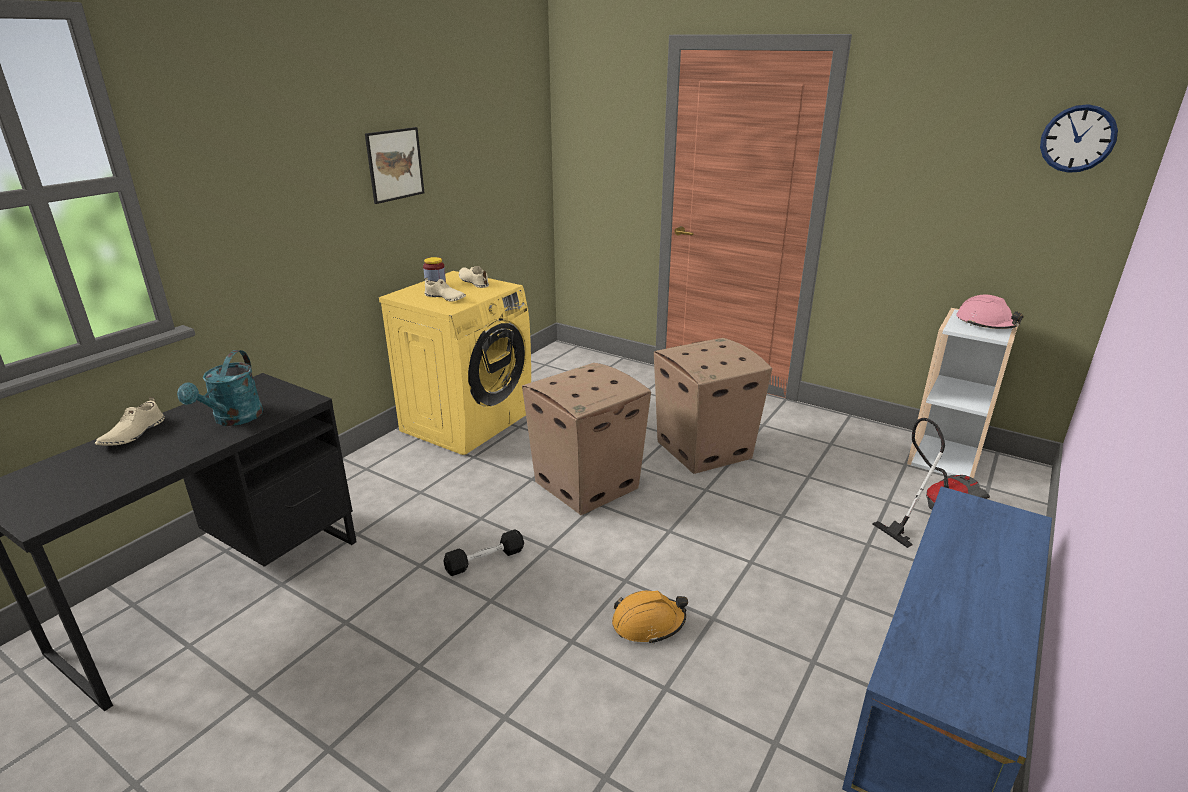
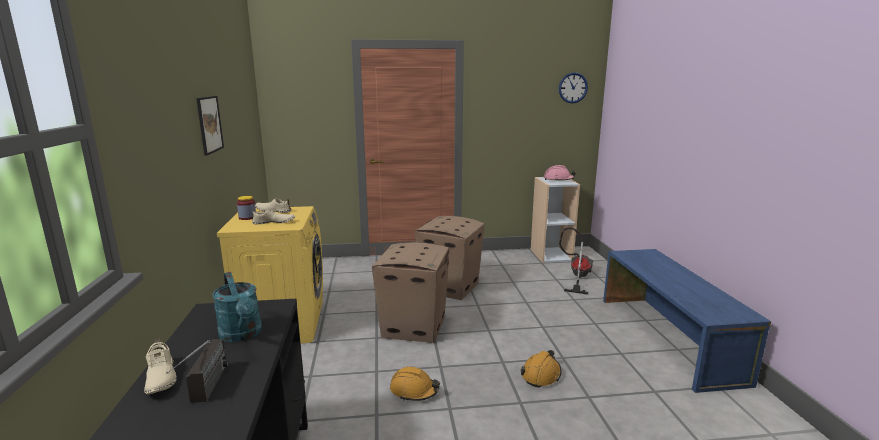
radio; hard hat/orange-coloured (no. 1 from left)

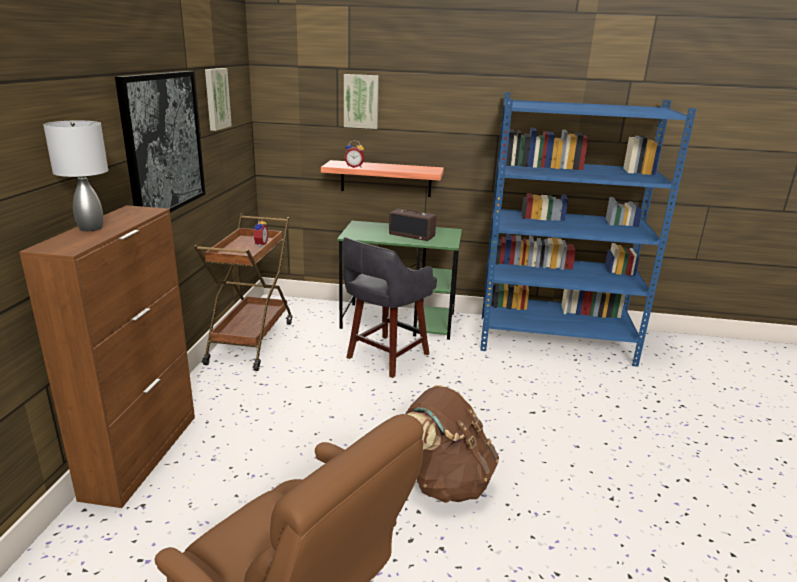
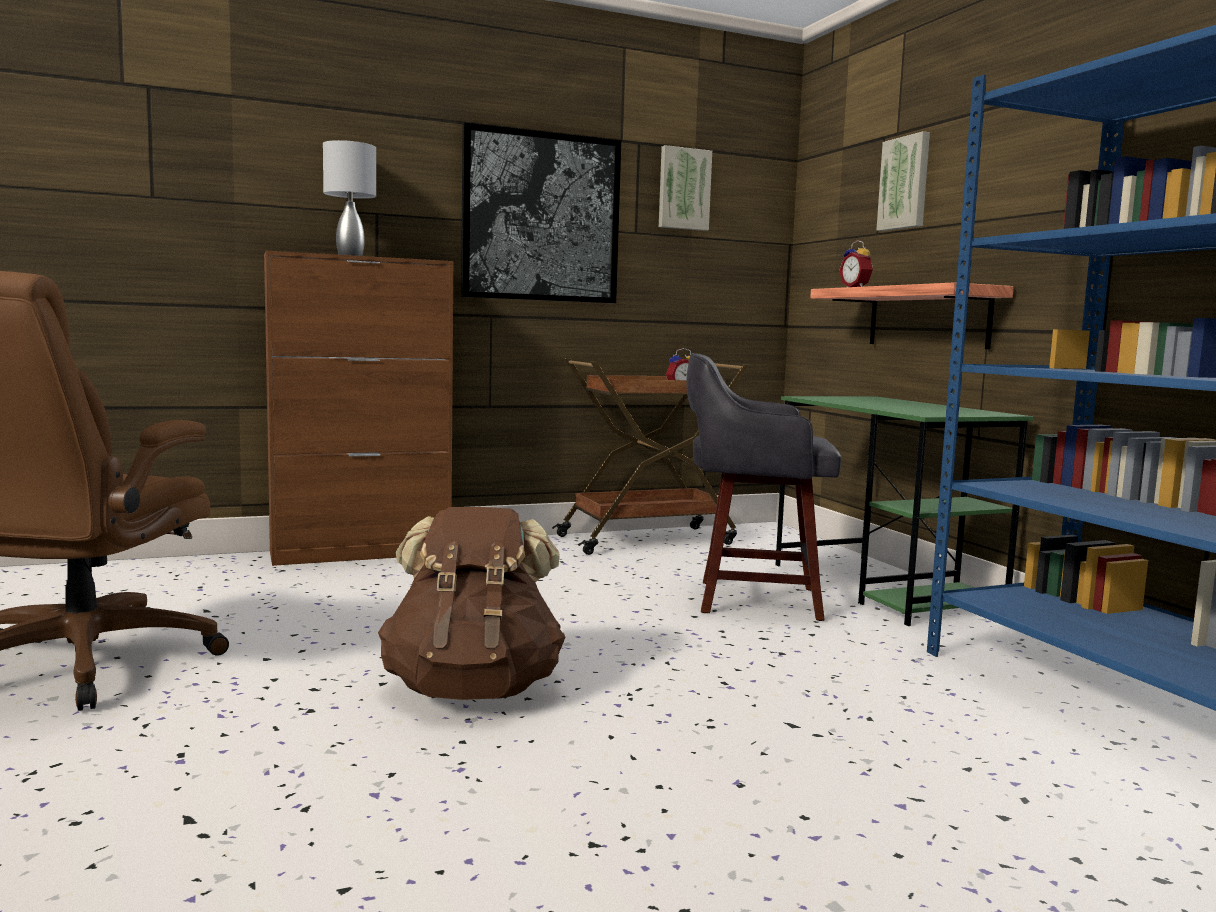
radio

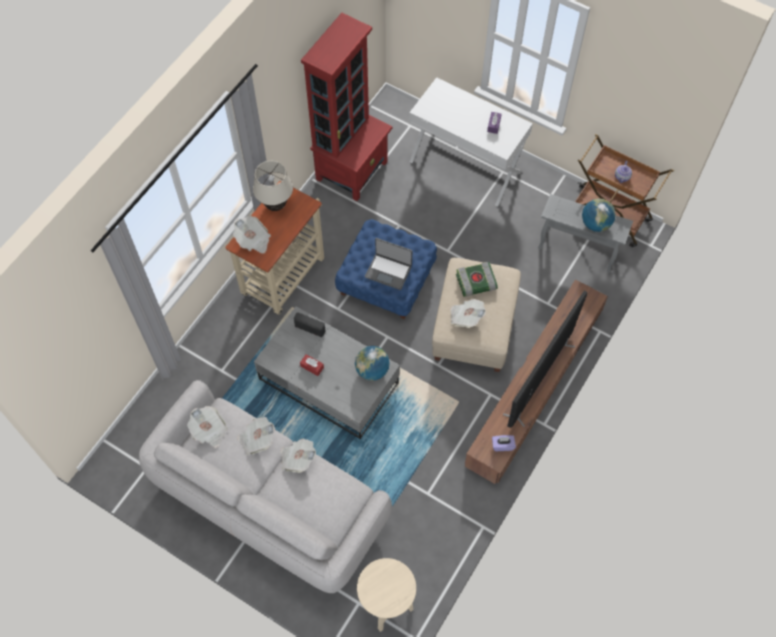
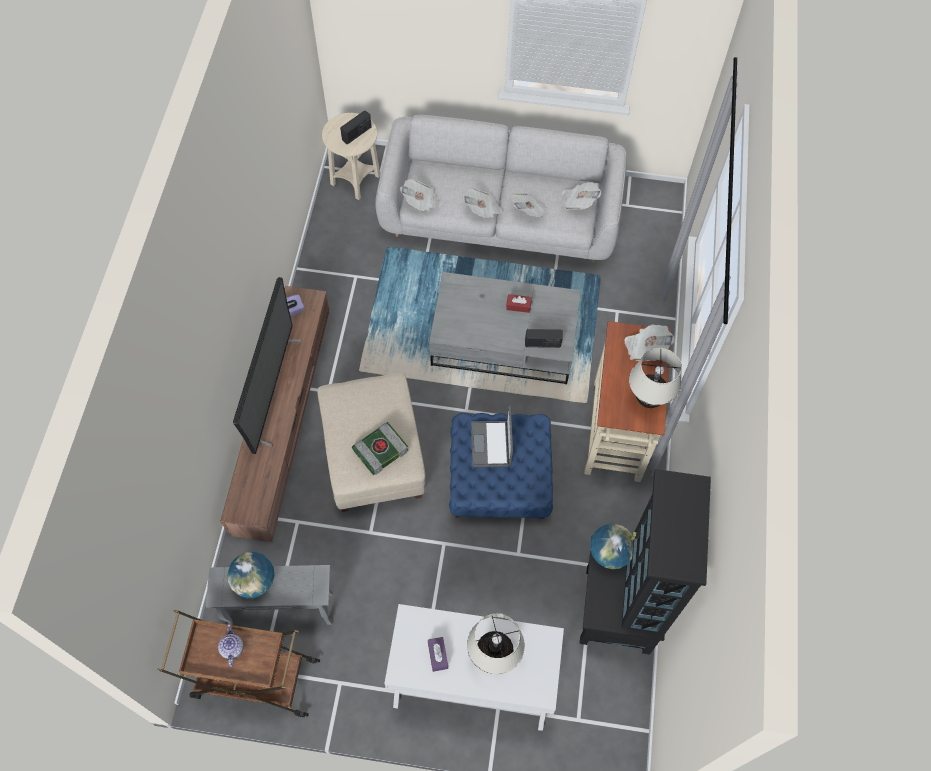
radio (no. 1 from left); table lamp/beige-coloured (no. 1 from left); globe (no. 2 from left); newspaper (no. 1 from left); storage cabinet/black-coloured; notebook computer

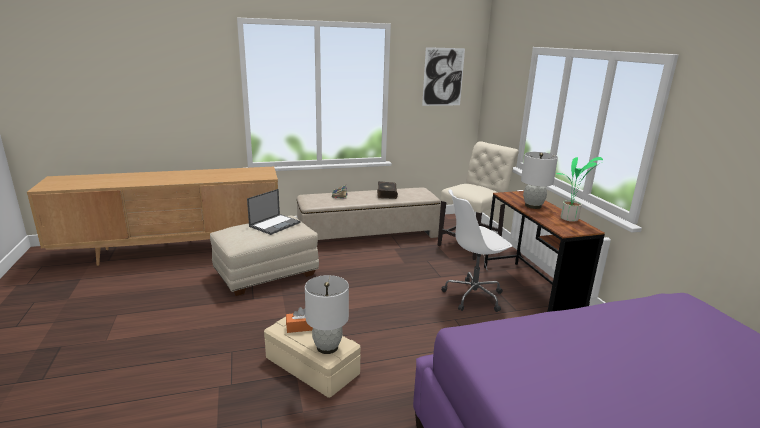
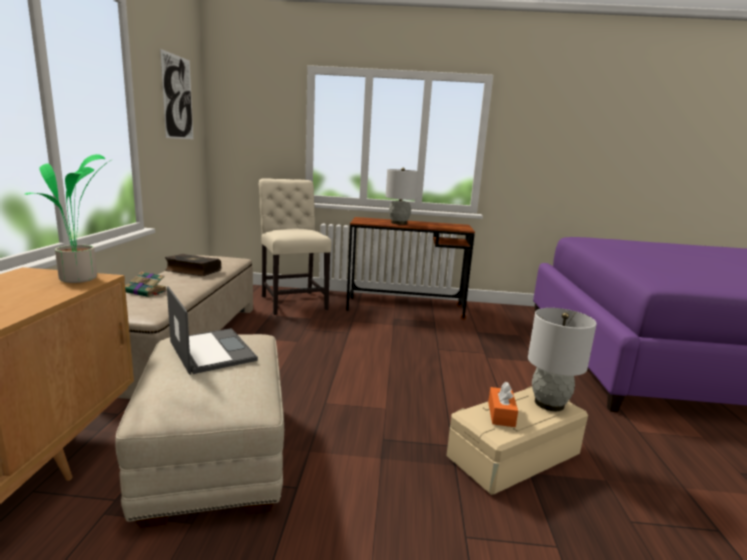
computer chair/whitish; plant in a pot

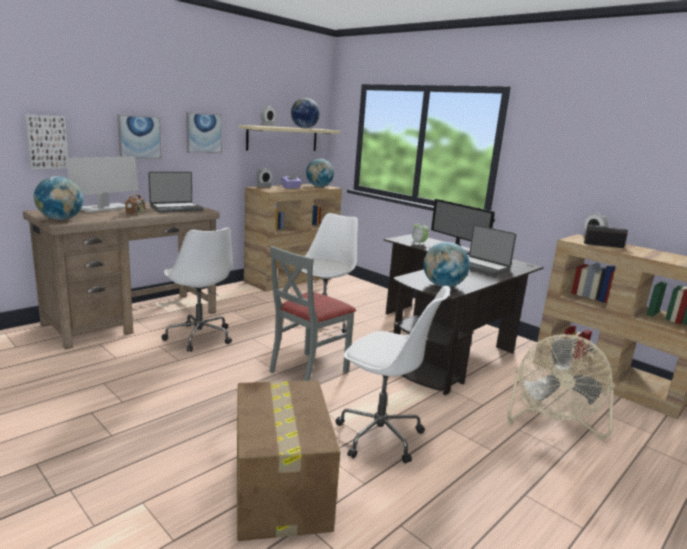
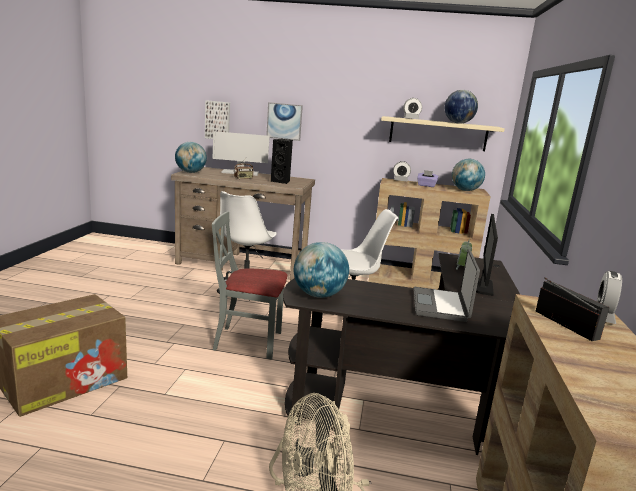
picture (no. 3 from left in the first image); computer chair/whitish (no. 3 from left in the first image); speaker/black-coloured

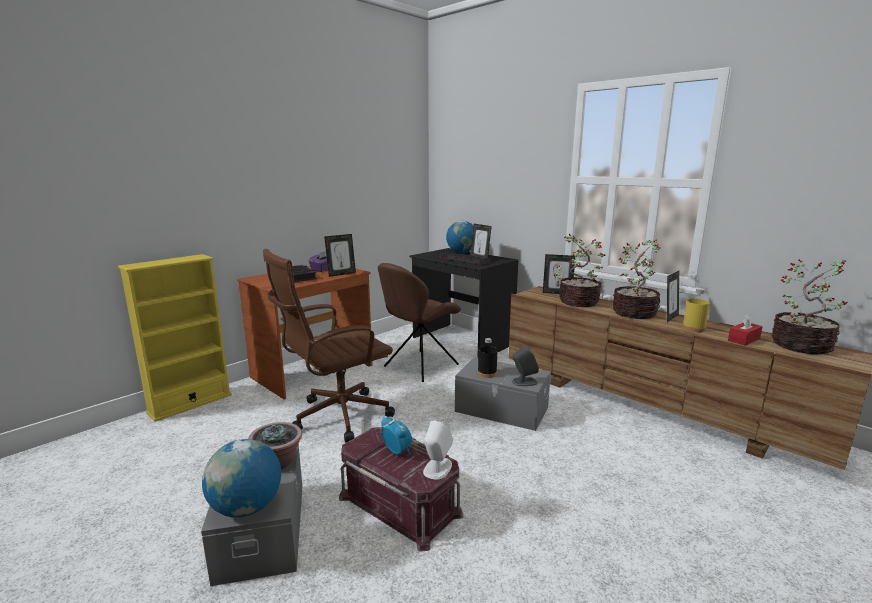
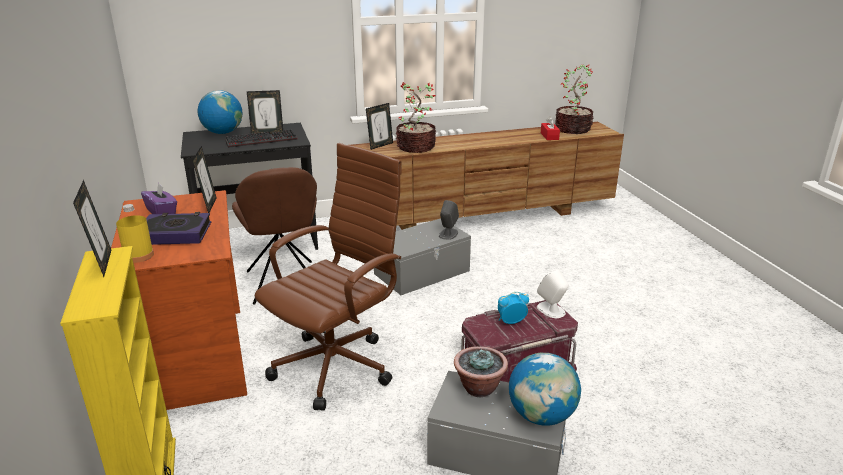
beverage bottle/black-coloured; plant in a pot (no. 3 from left in the first image); photo frame (no. 1 from left); beverage bottle/yellow-coloured; computer chair/brown-coloured

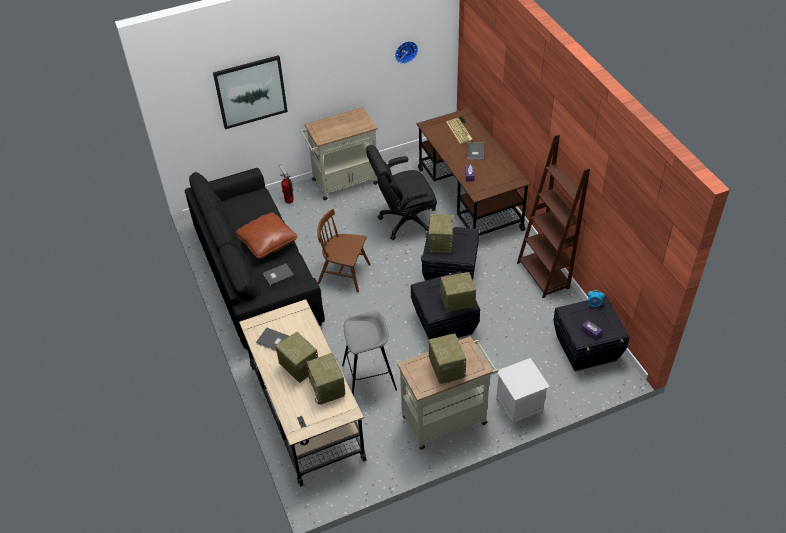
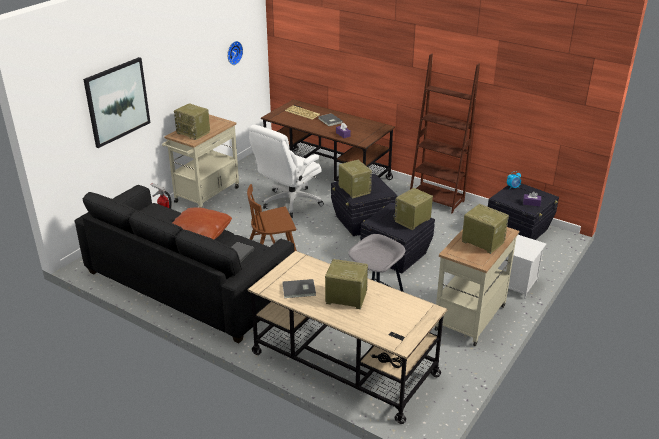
radio (no. 1 from left); computer chair/whitish

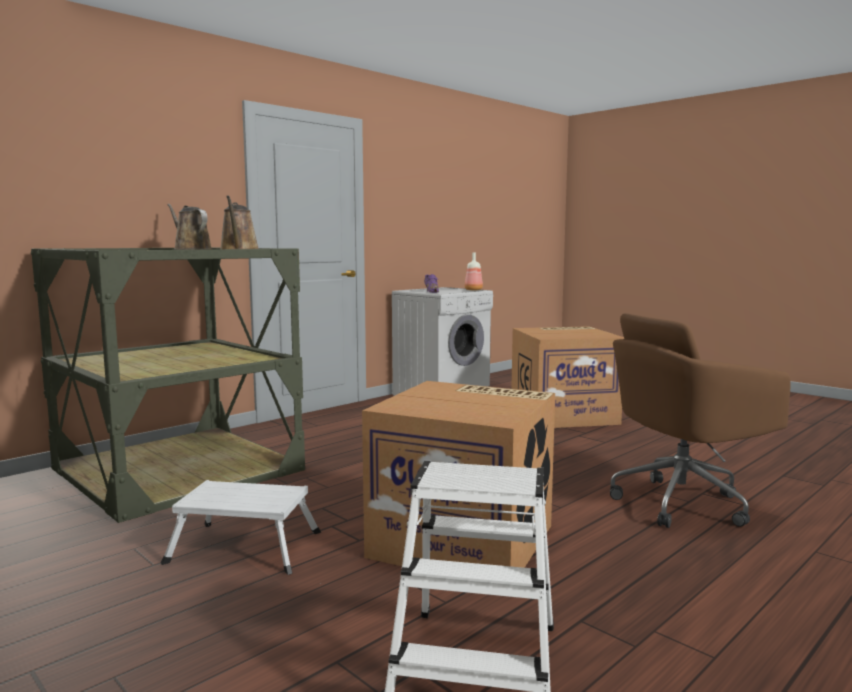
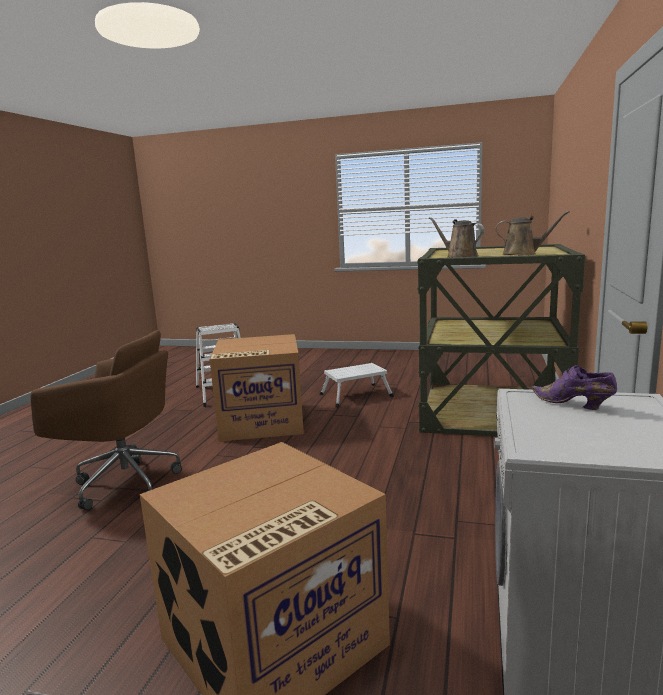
beverage bottle; computer chair/brown-coloured

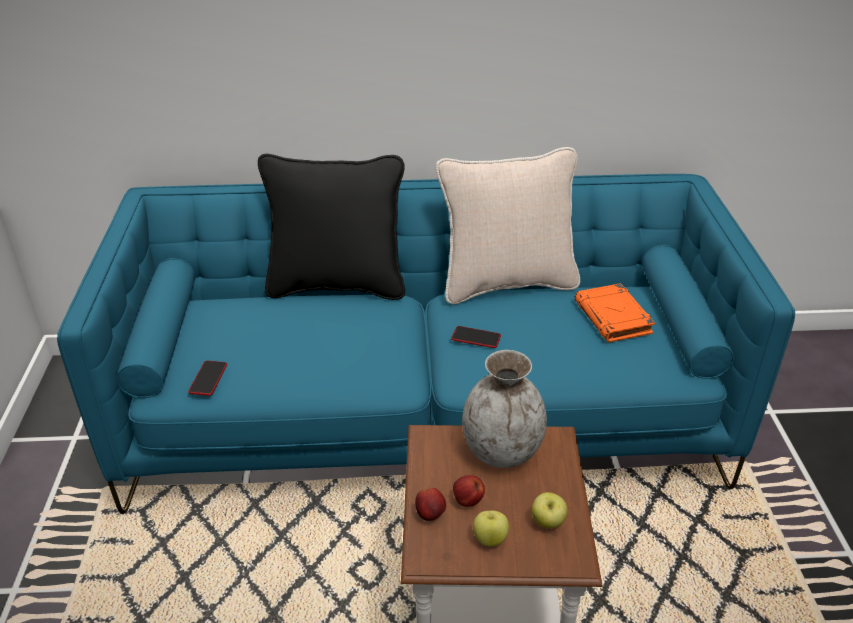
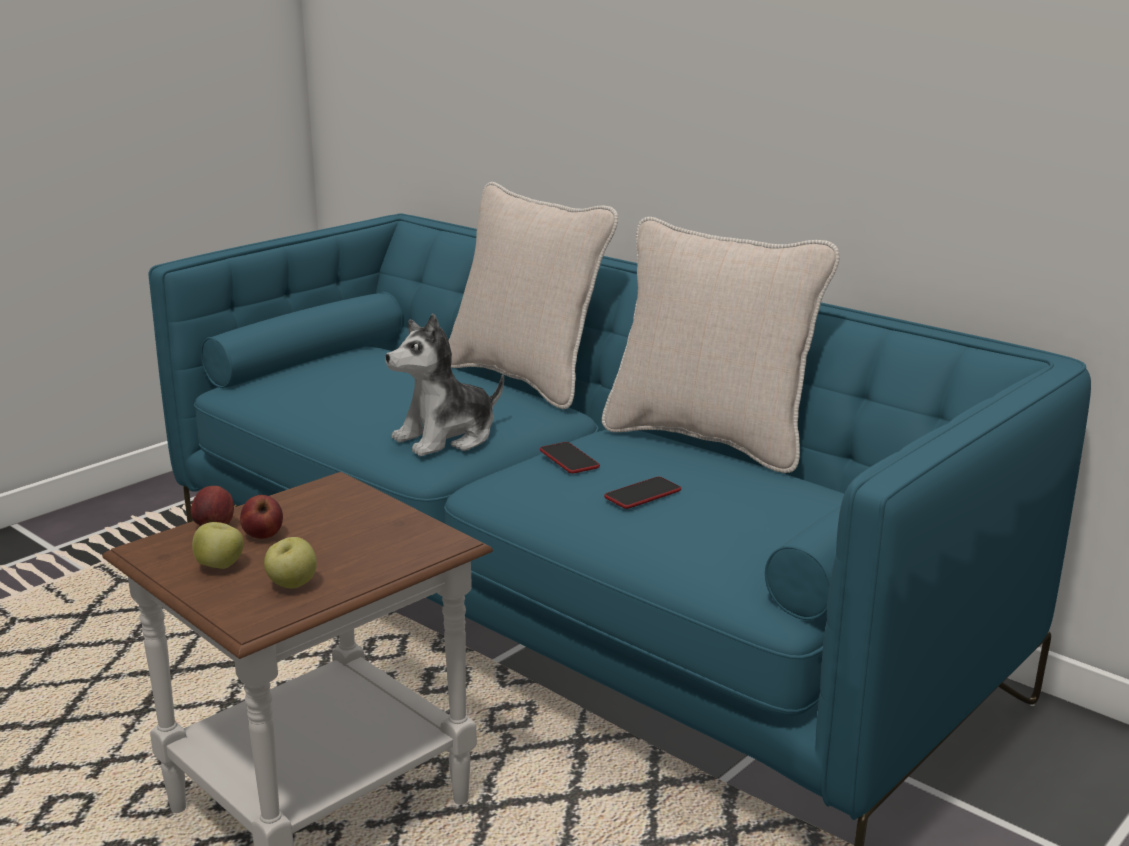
flower vase/gray; volume/orange-coloured; cuddly toy; phone (no. 2 from left); pillow/beige-coloured (no. 1 from left)

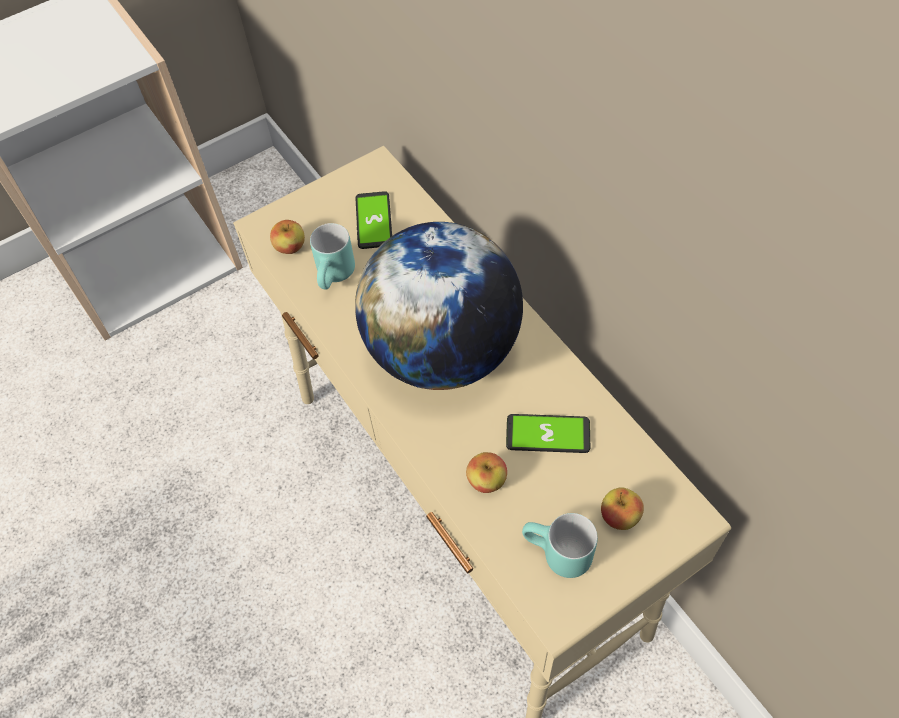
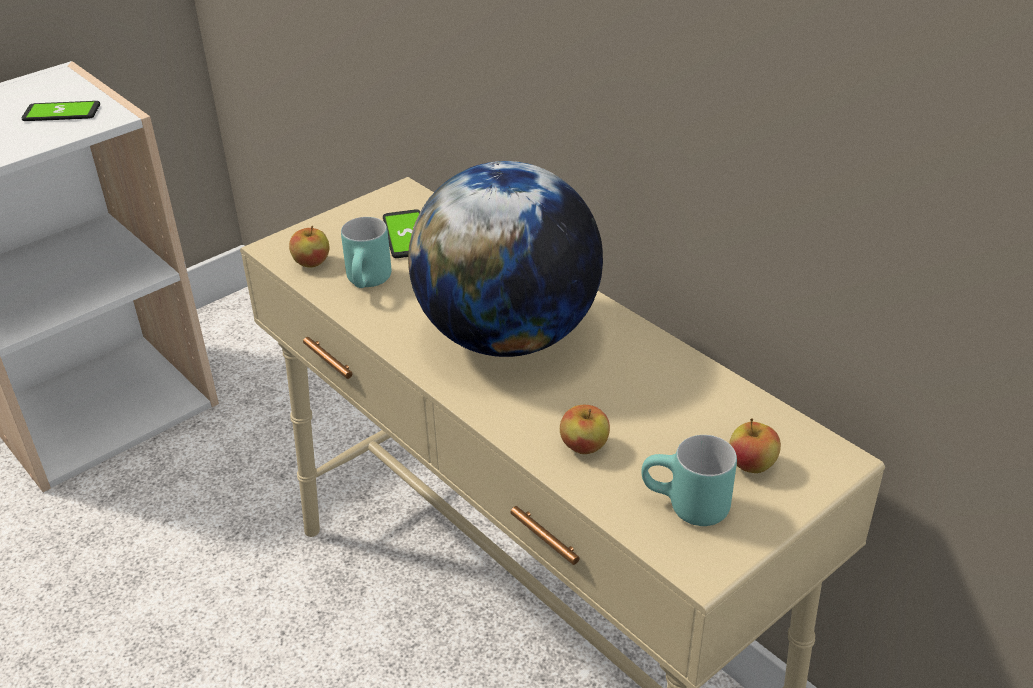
phone (no. 1 from left)

